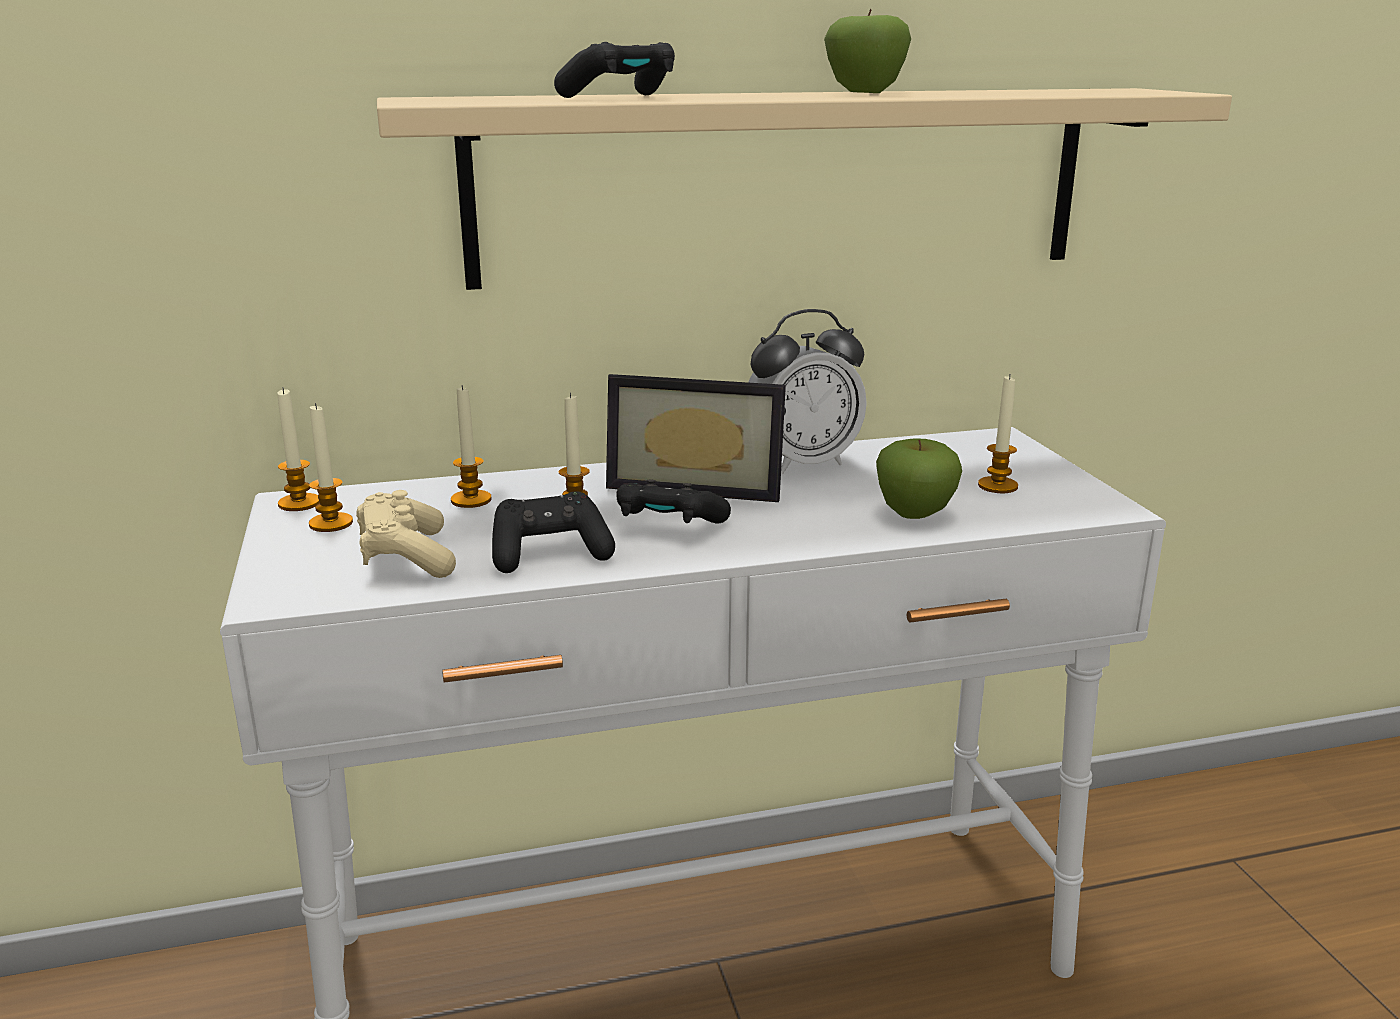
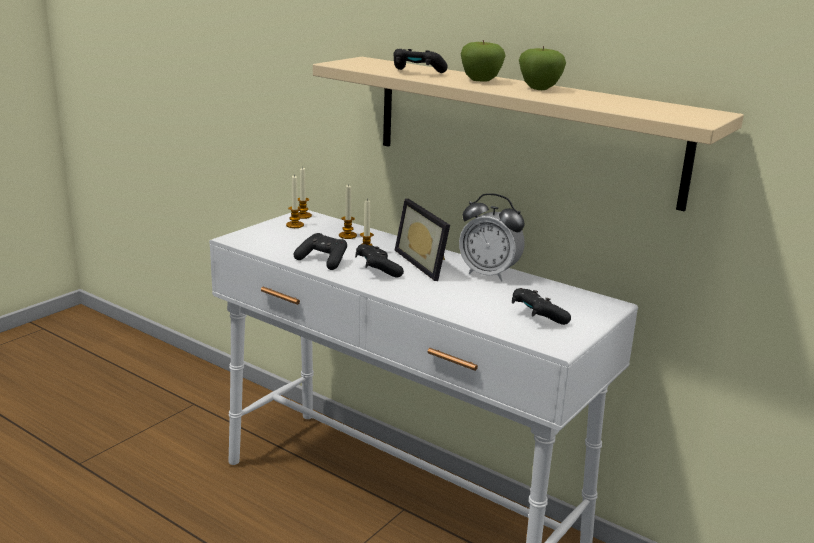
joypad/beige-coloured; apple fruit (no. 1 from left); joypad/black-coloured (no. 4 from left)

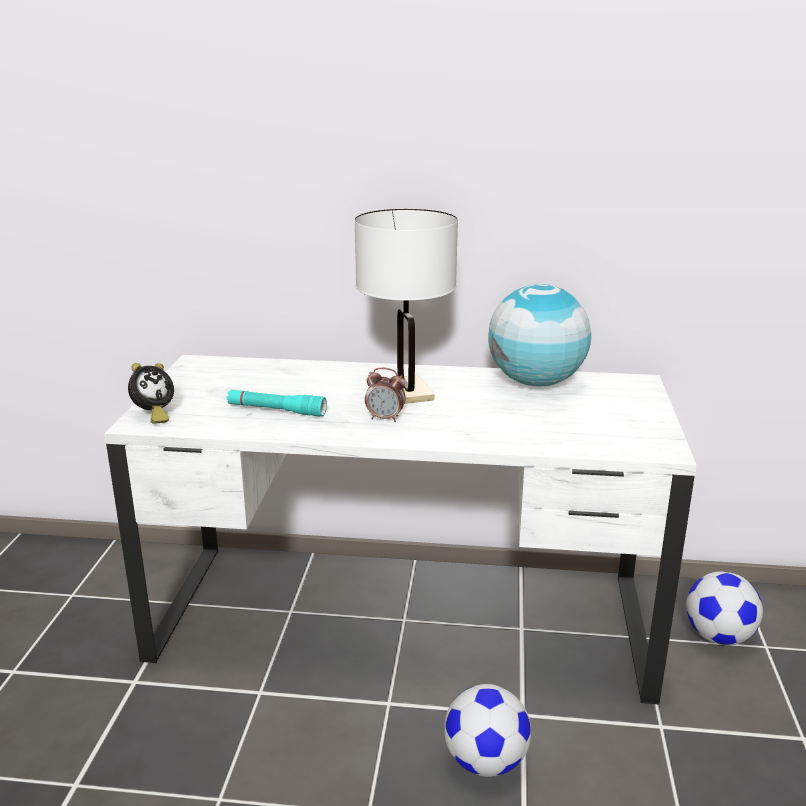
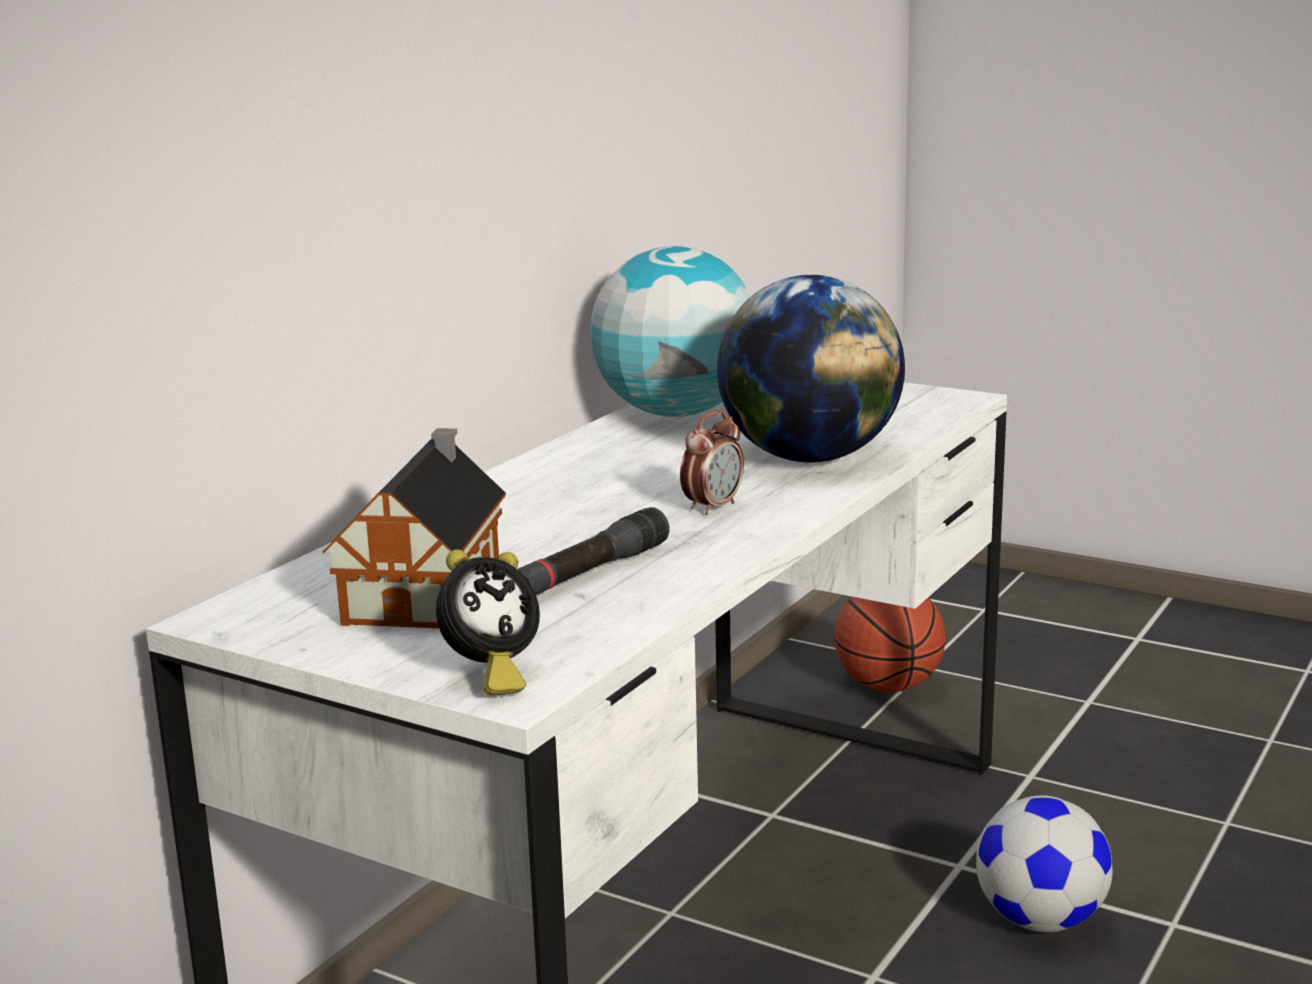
table lamp/whitish; model house; globe (no. 2 from left); basketball; torch/black-coloured; bedside clock (no. 1 from left)

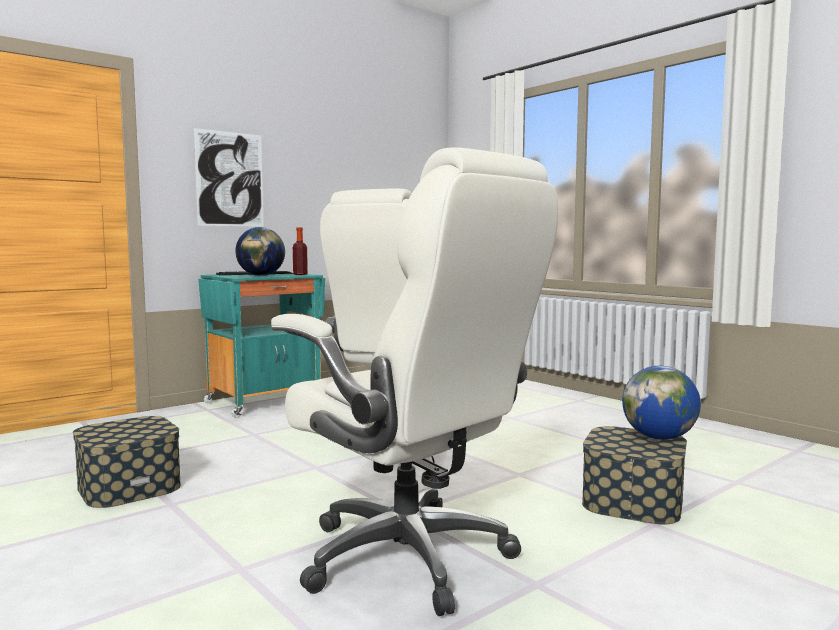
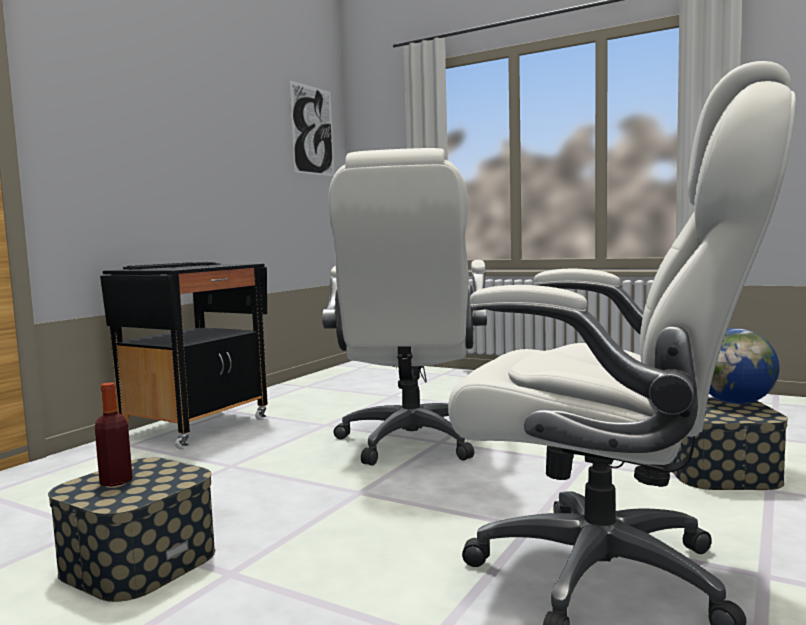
globe (no. 1 from left in the first image); picture; beverage bottle; cart/black-coloured

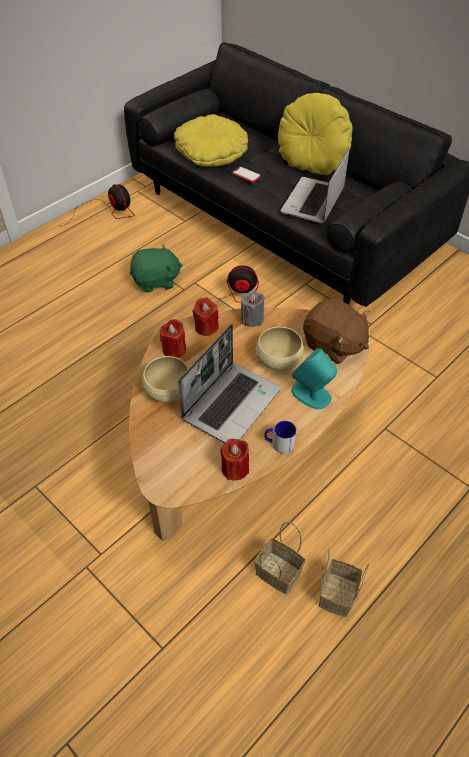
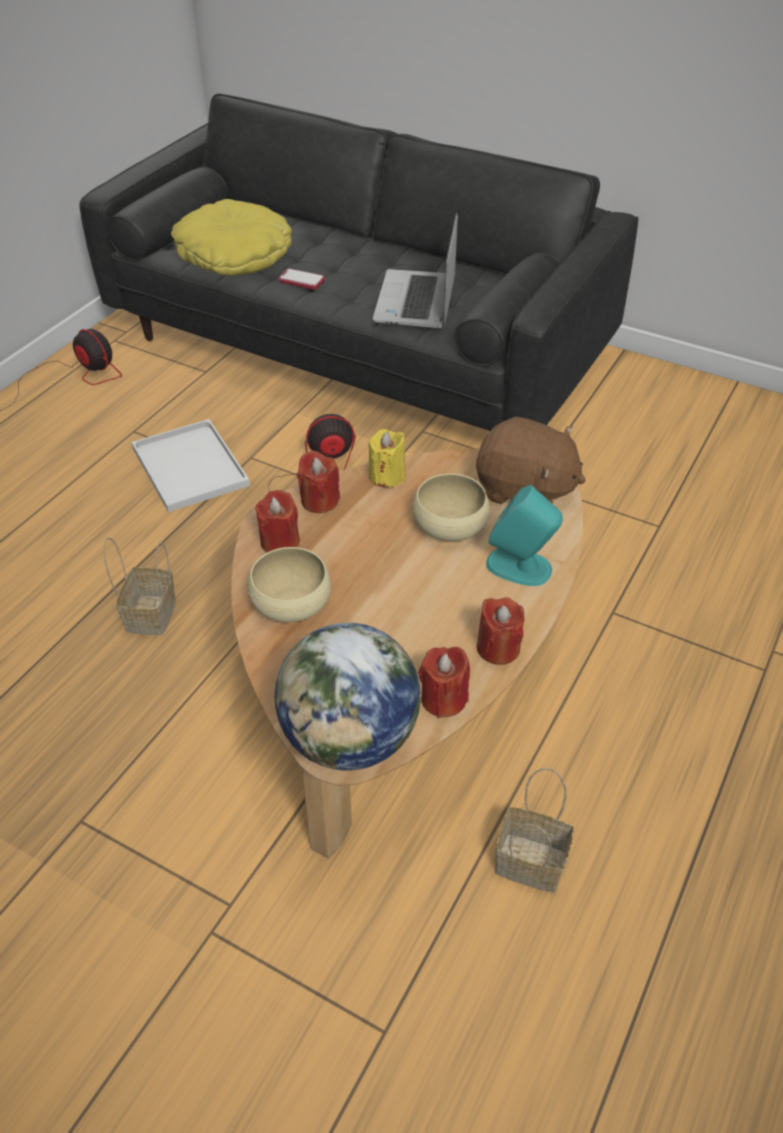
notebook computer (no. 1 from left in the first image); pillow/yellow-coloured (no. 2 from left in the first image); globe; basket (no. 1 from left); serving tray/whitish; wax candle/red (no. 4 from left); wax candle/yellow-coloured

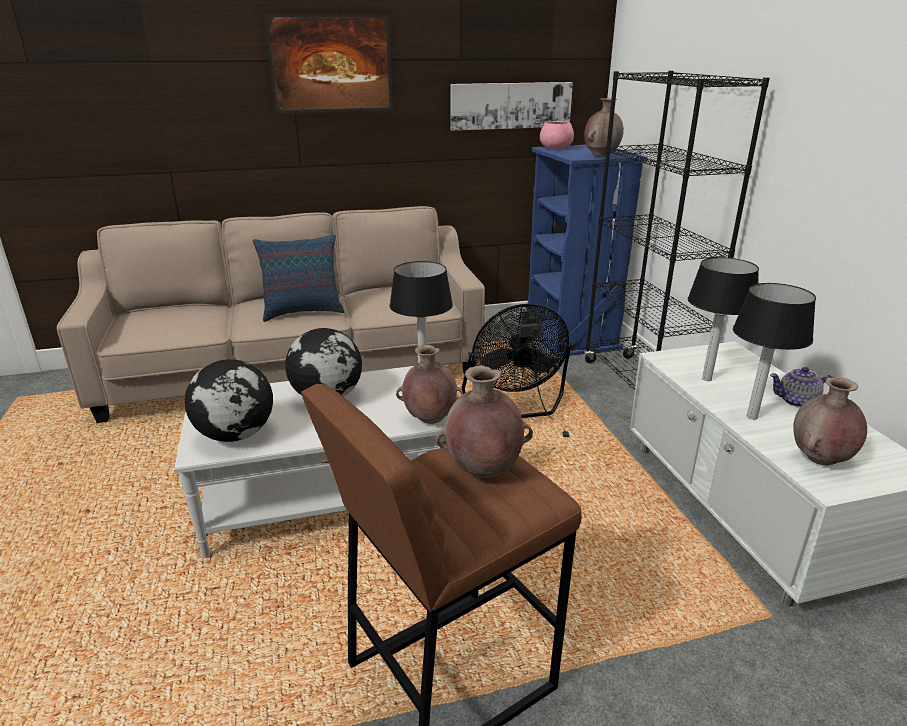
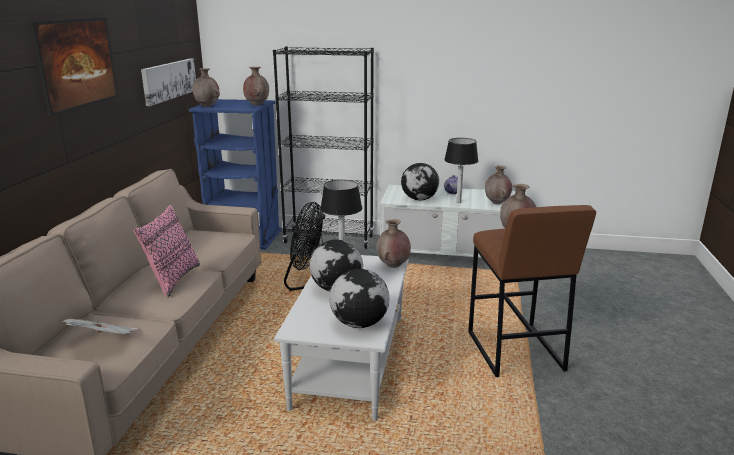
newspaper; flower vase/brown-coloured (no. 1 from left); globe (no. 3 from left); pillow/pink

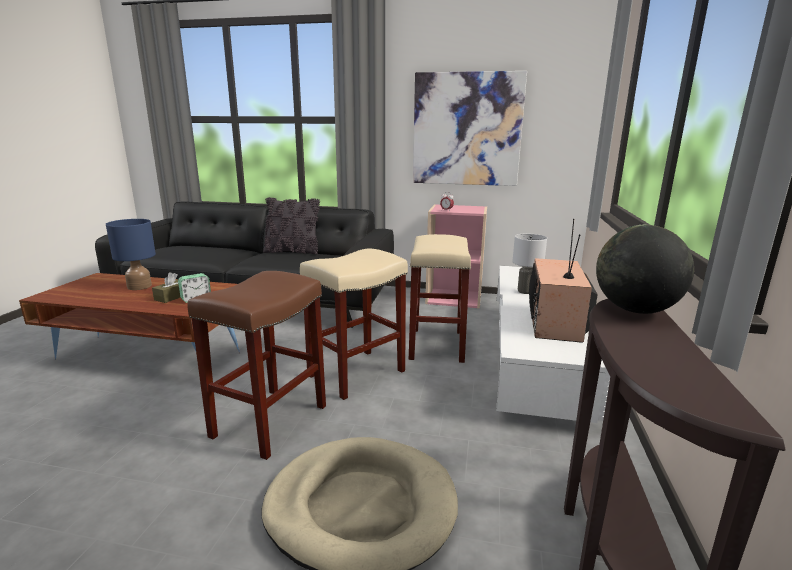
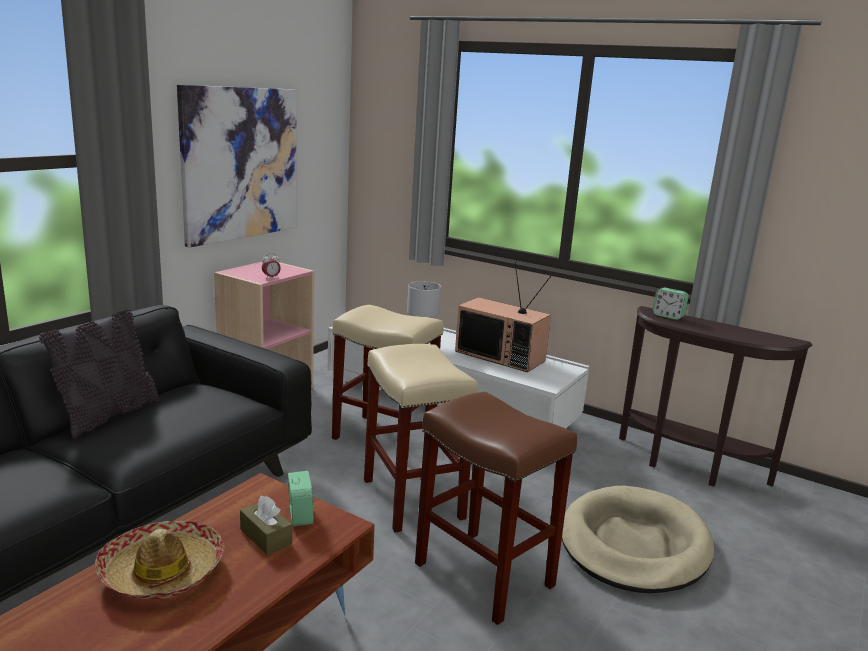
clothing hat; bedside clock (no. 3 from left)

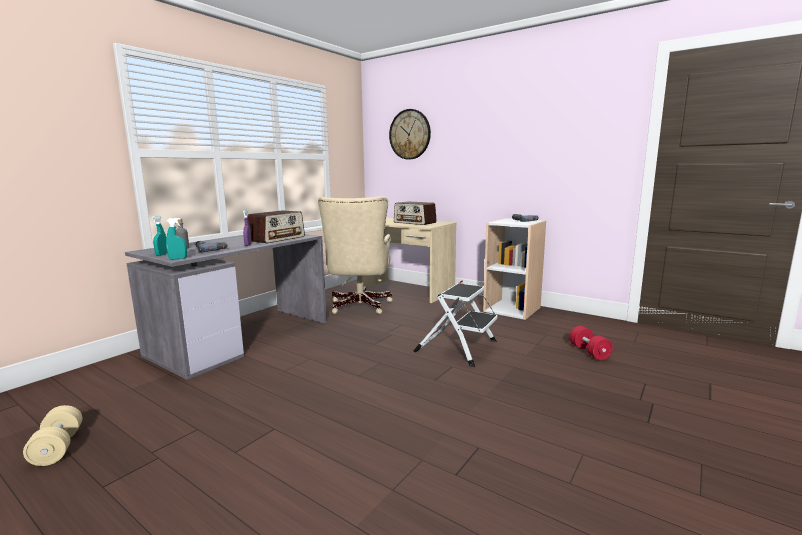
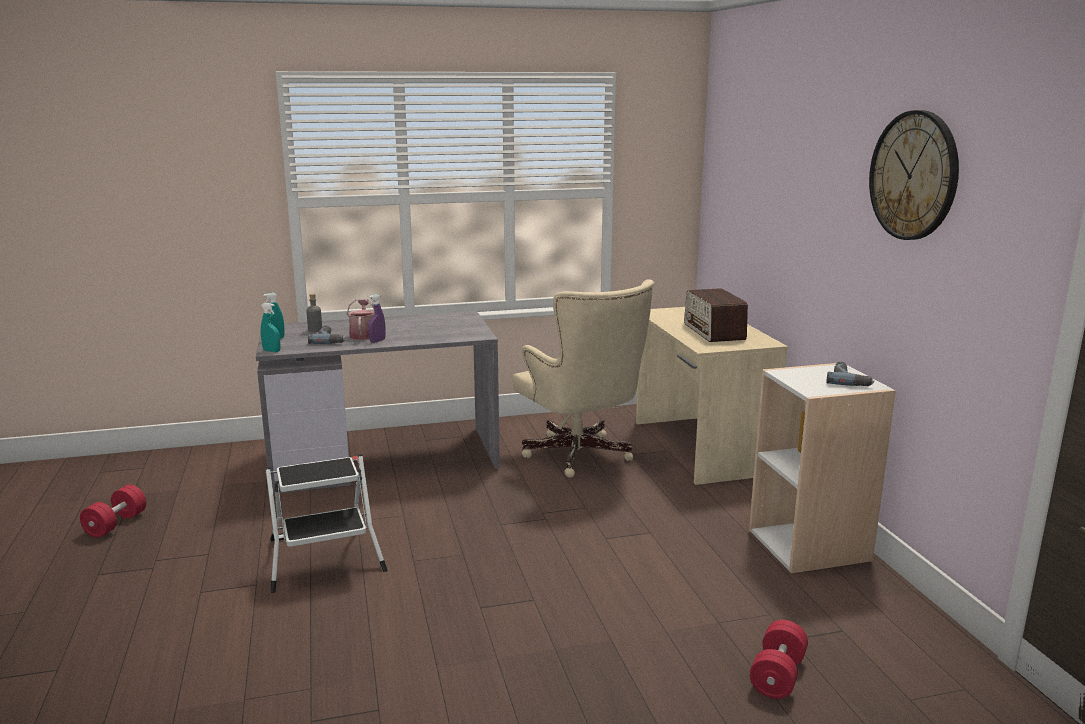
radio (no. 1 from left in the first image); watering pot; hanging clock; stepladder; dumbbell/red (no. 1 from left); computer chair/beige-coloured

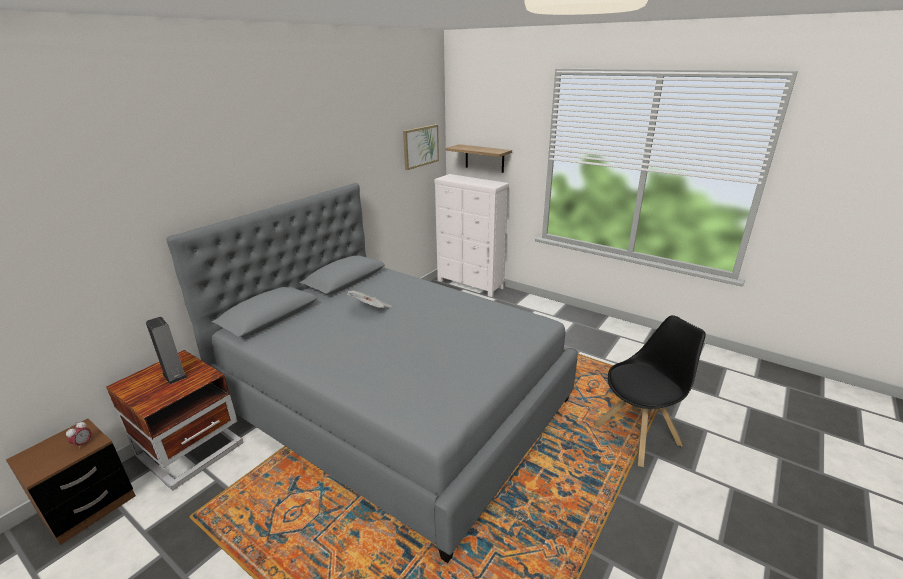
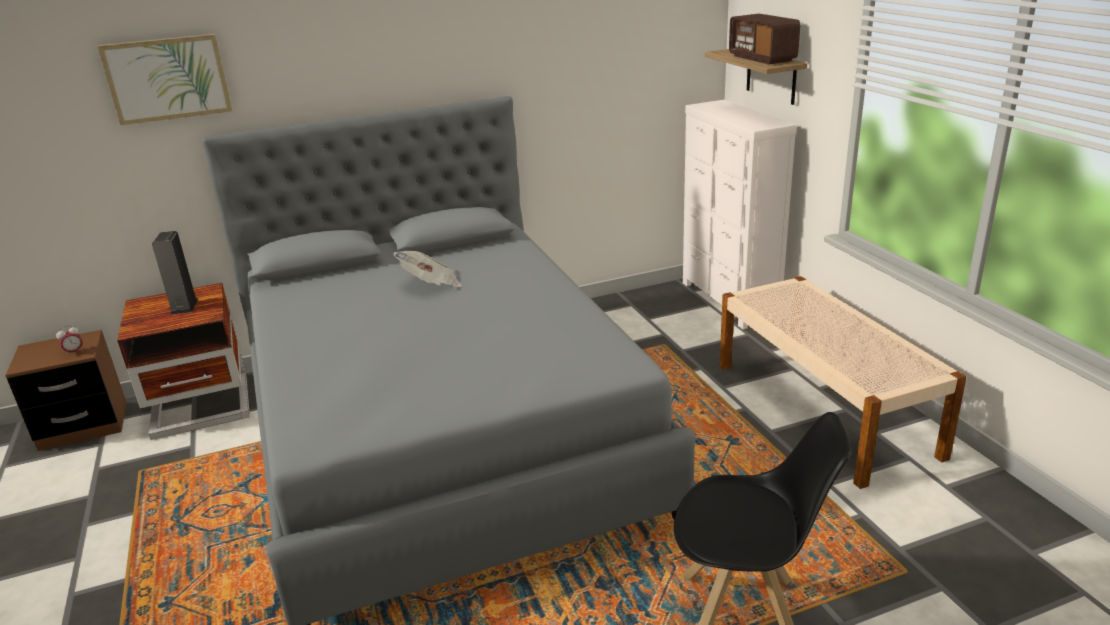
indoor bench/beige-coloured; radio; picture

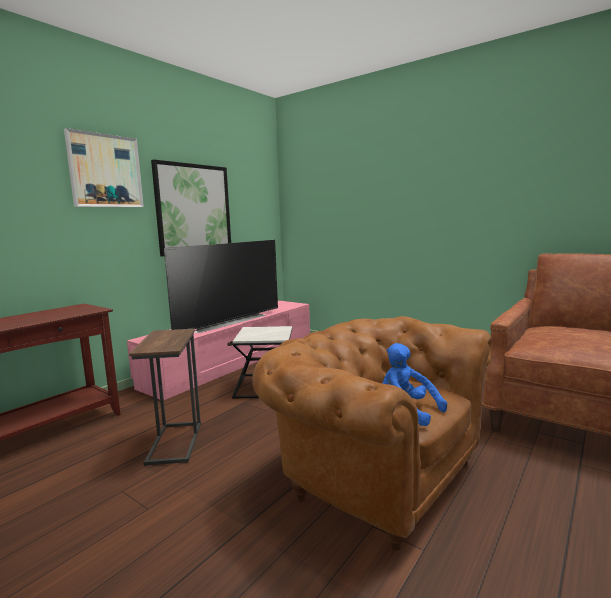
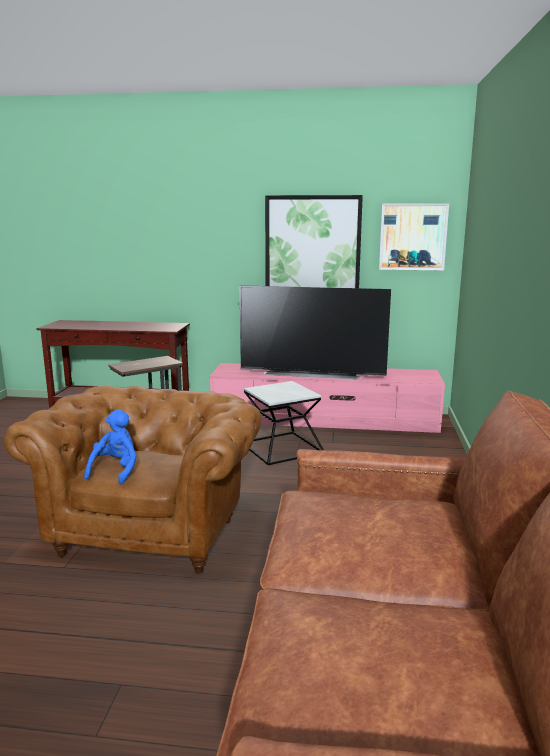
picture (no. 2 from left)

